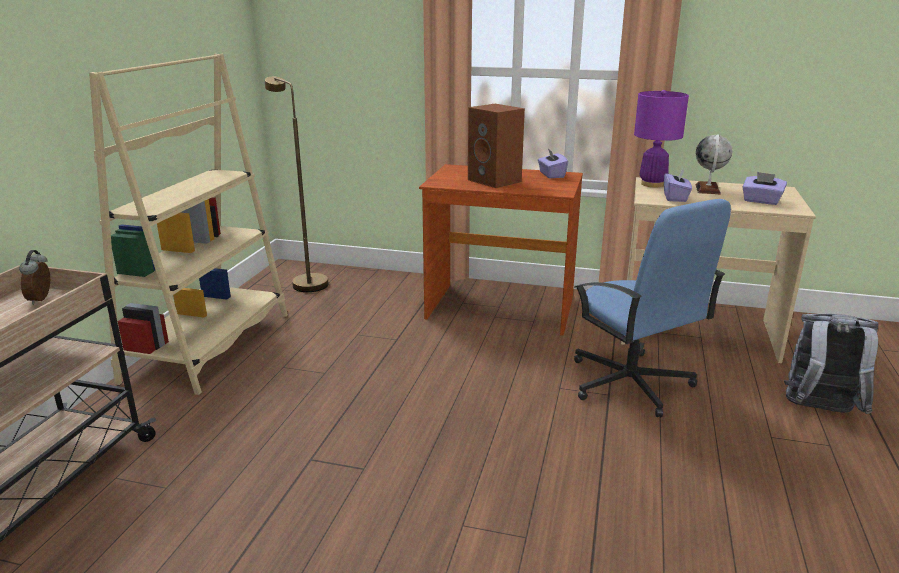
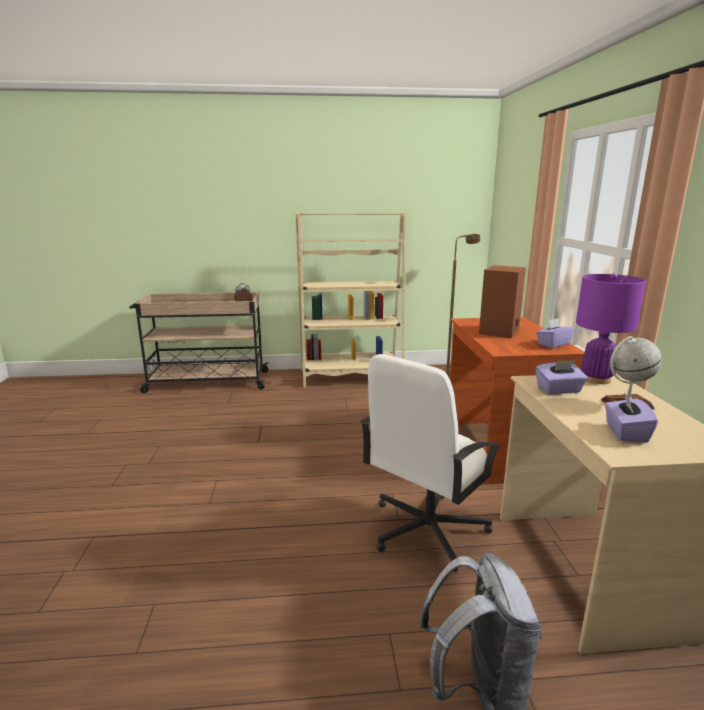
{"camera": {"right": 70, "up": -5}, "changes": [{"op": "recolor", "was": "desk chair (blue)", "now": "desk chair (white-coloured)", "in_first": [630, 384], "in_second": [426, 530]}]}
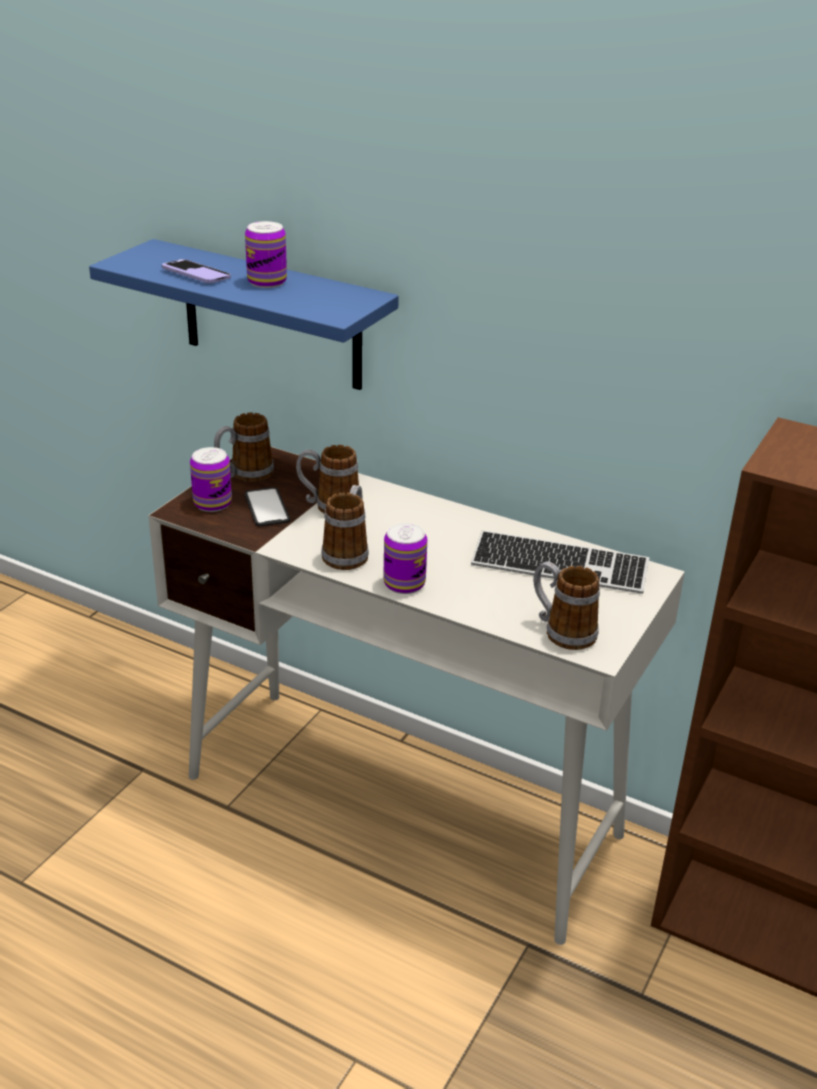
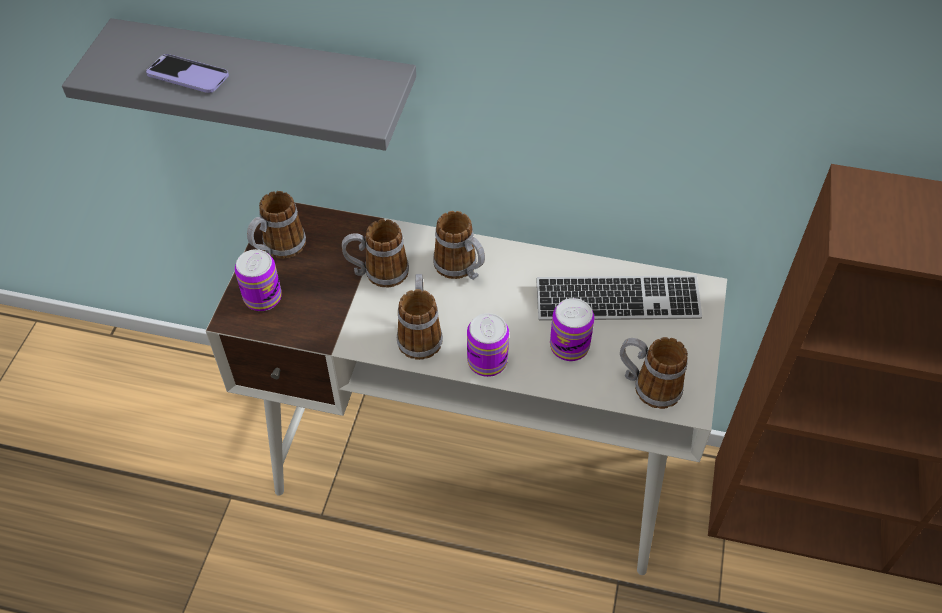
{"camera": {"right": -15, "up": 20}, "changes": [{"op": "recolor", "was": "wall shelf (blue)", "now": "wall shelf (grey)", "in_first": [271, 316], "in_second": [269, 86]}, {"op": "insert", "now": "mug", "in_second": [461, 269]}, {"op": "move", "was": "can", "in_first": [267, 282], "in_second": [569, 346]}, {"op": "delete", "was": "phone", "in_first": [267, 508]}]}
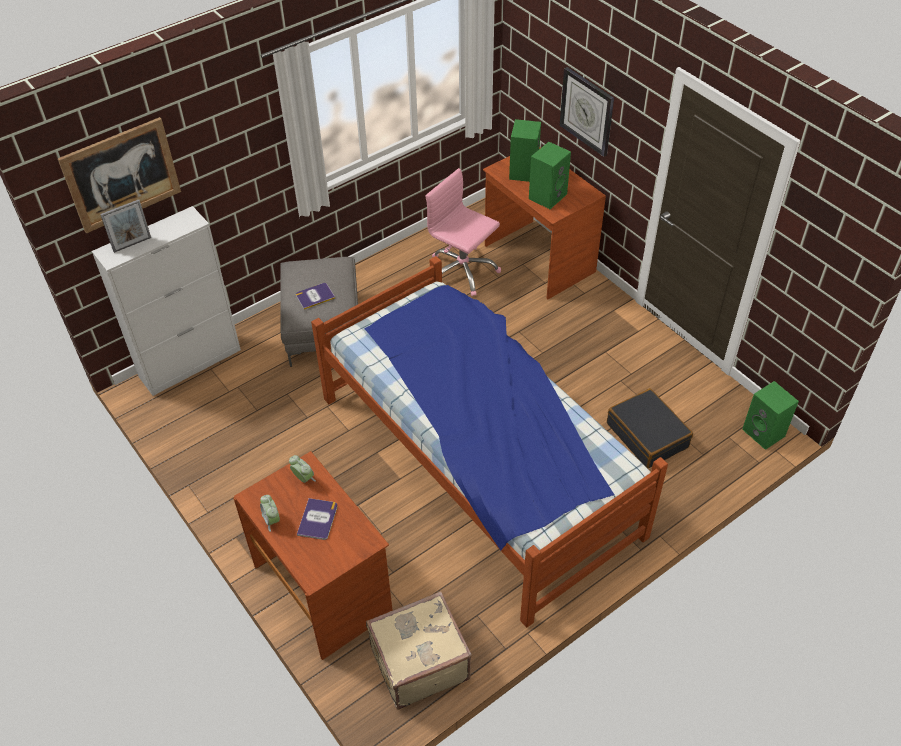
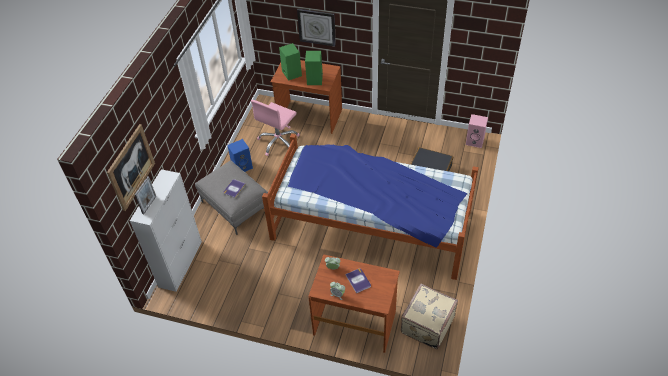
{"camera": {"right": -35, "up": 0}, "changes": [{"op": "insert", "now": "speaker (blue)", "in_second": [242, 166]}, {"op": "rotate", "was": "desk chair (pink-coloured)", "in_first": [462, 271], "in_second": [278, 142], "clockwise": -60}, {"op": "recolor", "was": "speaker (green)", "now": "speaker (pink-coloured)", "in_first": [764, 433], "in_second": [475, 141]}]}
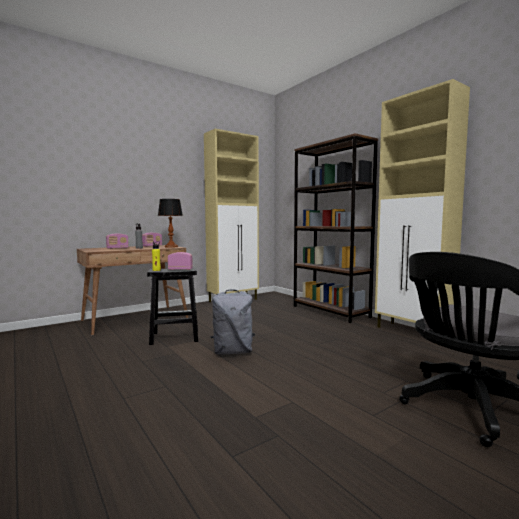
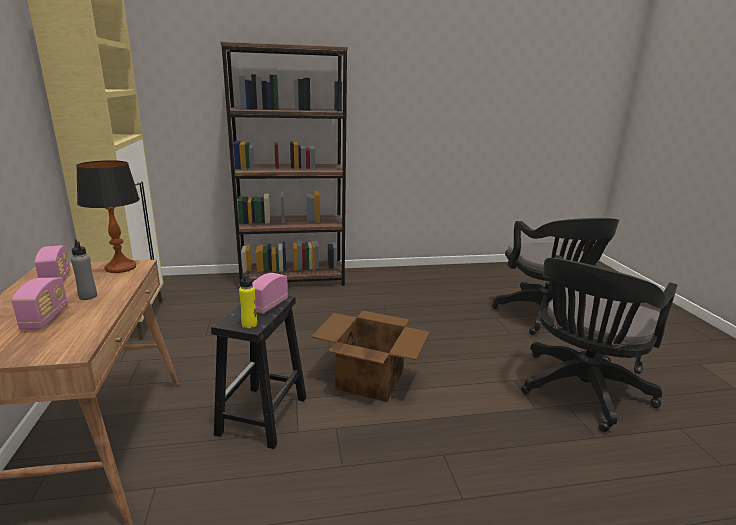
{"camera": {"right": -65, "up": 15}, "changes": [{"op": "replace", "was": "backpack (grey)", "now": "cardboard box", "in_first": [233, 351], "in_second": [369, 379]}, {"op": "insert", "now": "desk chair (black-coloured)", "in_second": [580, 391]}, {"op": "delete", "was": "cabinet (beige)", "in_first": [413, 333]}]}
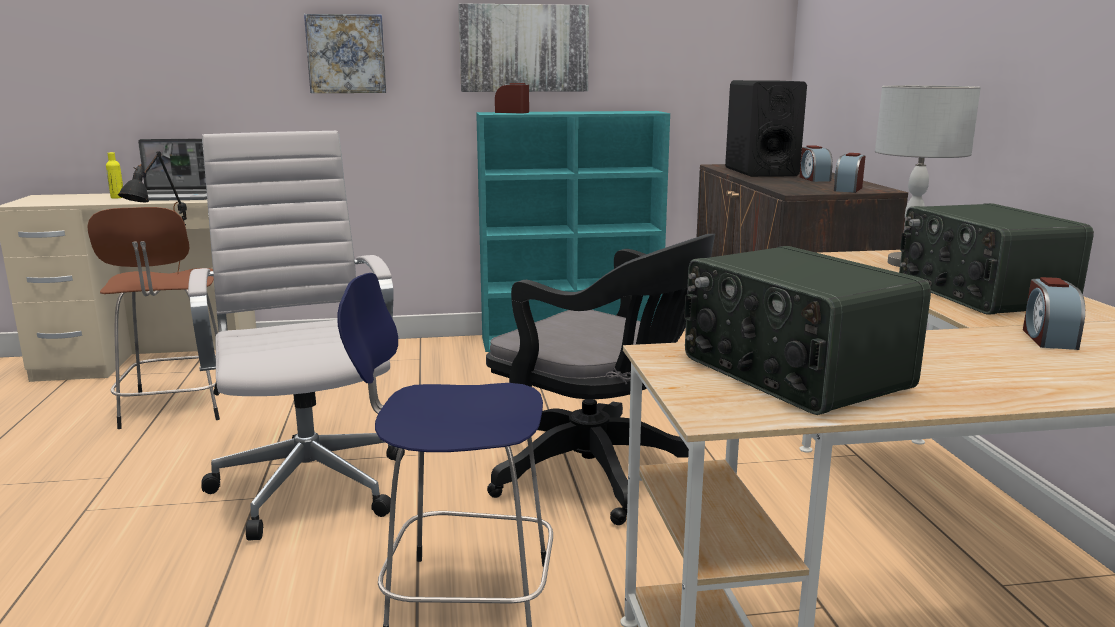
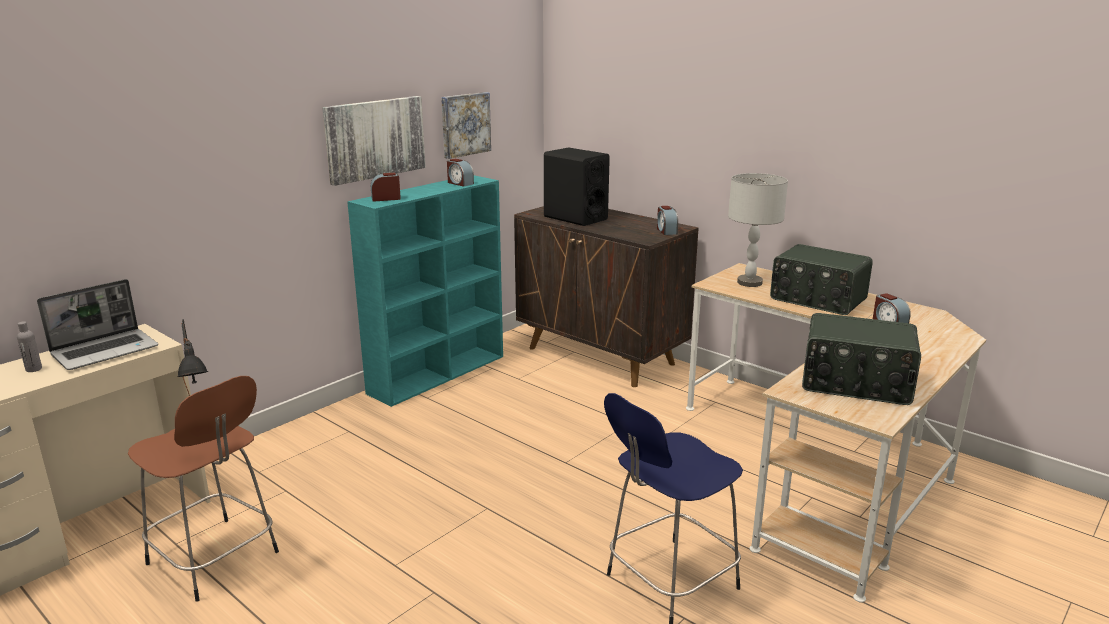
{"camera": {"right": -40, "up": 5}, "changes": [{"op": "recolor", "was": "beverage bottle (yellow)", "now": "beverage bottle (grey)", "in_first": [117, 197], "in_second": [34, 369]}, {"op": "move", "was": "wall art", "in_first": [346, 54], "in_second": [464, 124]}, {"op": "move", "was": "alarm clock", "in_first": [814, 179], "in_second": [460, 183]}, {"op": "delete", "was": "desk chair (white-coloured)", "in_first": [310, 482]}, {"op": "delete", "was": "desk chair (black-coloured)", "in_first": [599, 474]}]}
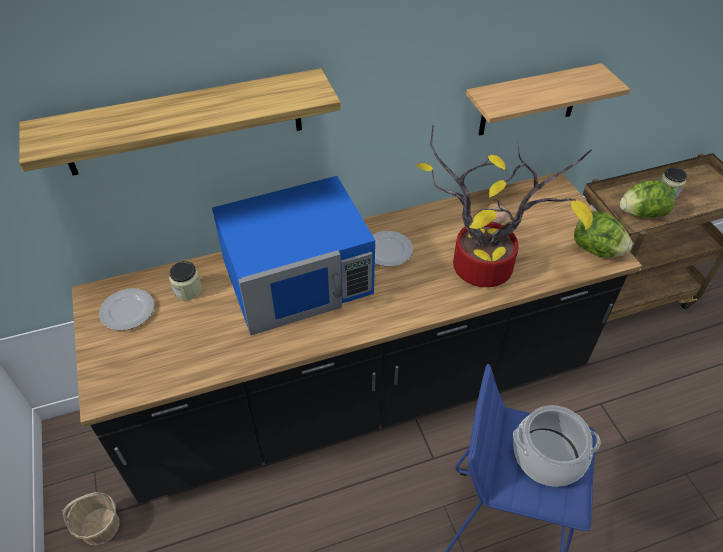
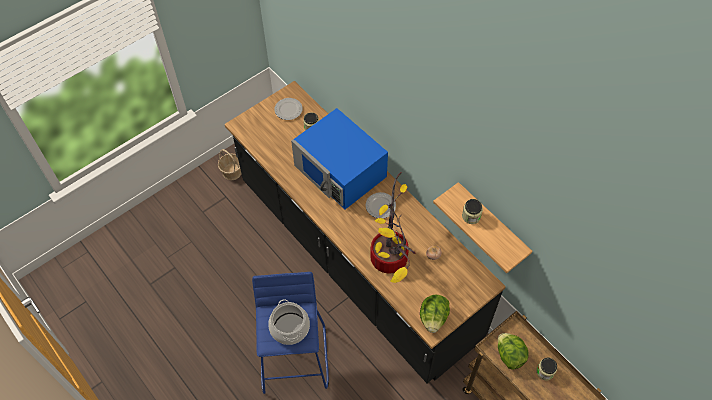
{"camera": {"right": 70, "up": 10}, "changes": [{"op": "insert", "now": "jar", "in_second": [471, 216]}, {"op": "delete", "was": "wall shelf", "in_first": [184, 123]}]}
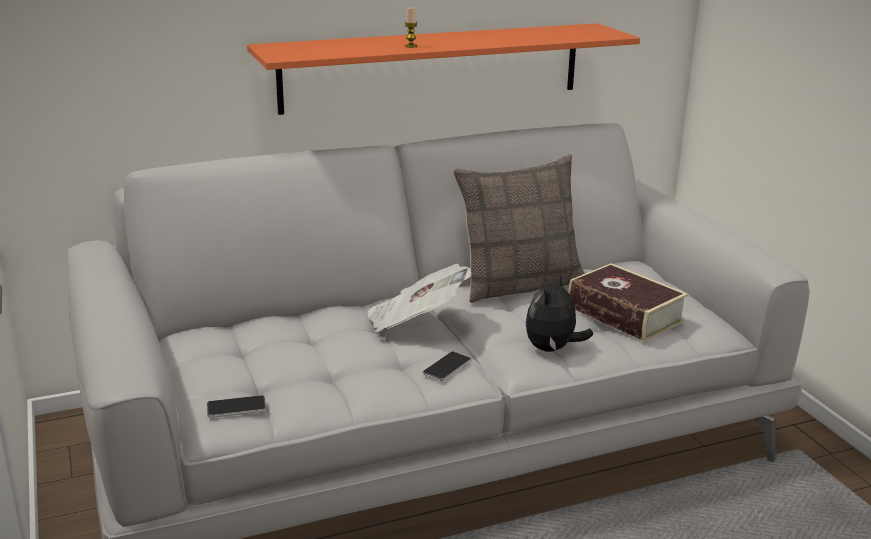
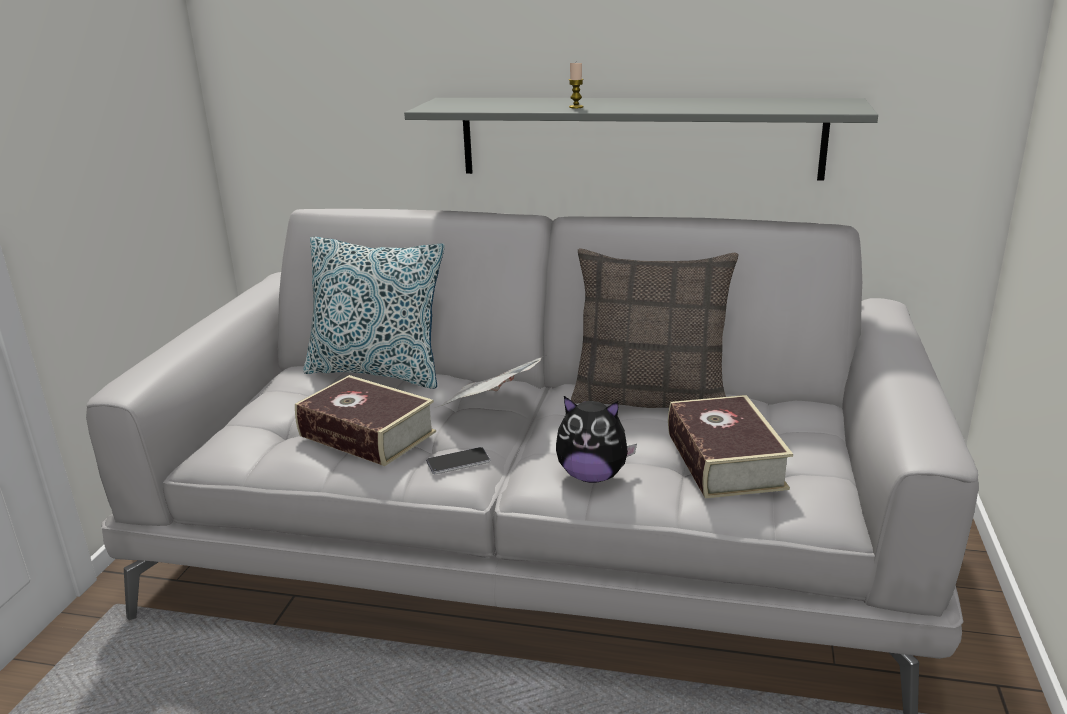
{"camera": {"right": 35, "up": 0}, "changes": [{"op": "insert", "now": "book", "in_second": [367, 434]}, {"op": "insert", "now": "pillow", "in_second": [378, 372]}, {"op": "recolor", "was": "wall shelf (orange)", "now": "wall shelf (grey)", "in_first": [433, 67], "in_second": [638, 137]}, {"op": "rotate", "was": "soft toy", "in_first": [552, 349], "in_second": [592, 476], "clockwise": -135}, {"op": "delete", "was": "phone", "in_first": [236, 407]}]}
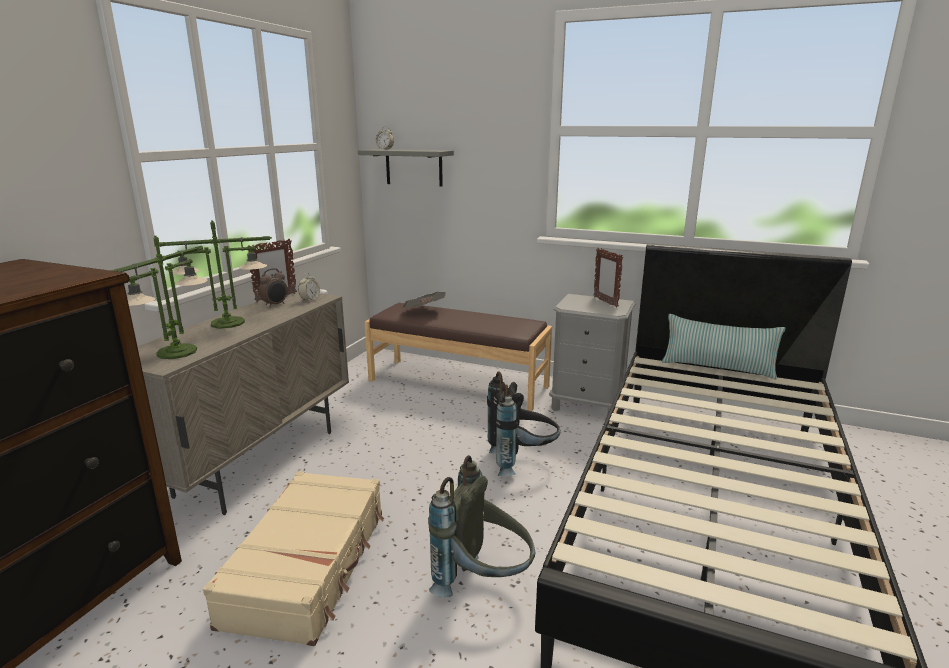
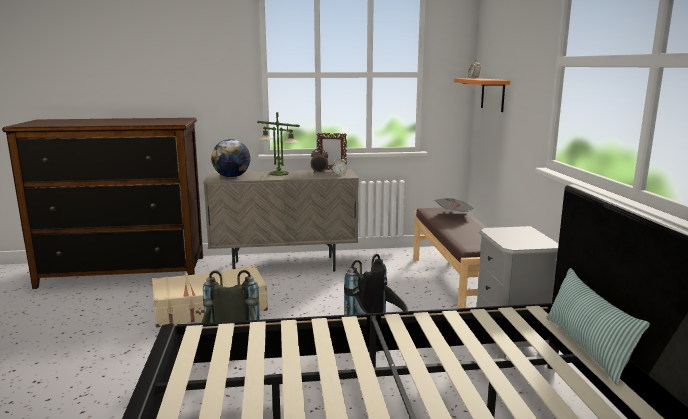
{"camera": {"right": 60, "up": -5}, "changes": [{"op": "replace", "was": "lamp for a table", "now": "world globe", "in_first": [177, 352], "in_second": [231, 177]}, {"op": "recolor", "was": "wall shelf (grey)", "now": "wall shelf (orange)", "in_first": [414, 167], "in_second": [493, 94]}, {"op": "delete", "was": "picture frame", "in_first": [605, 302]}]}
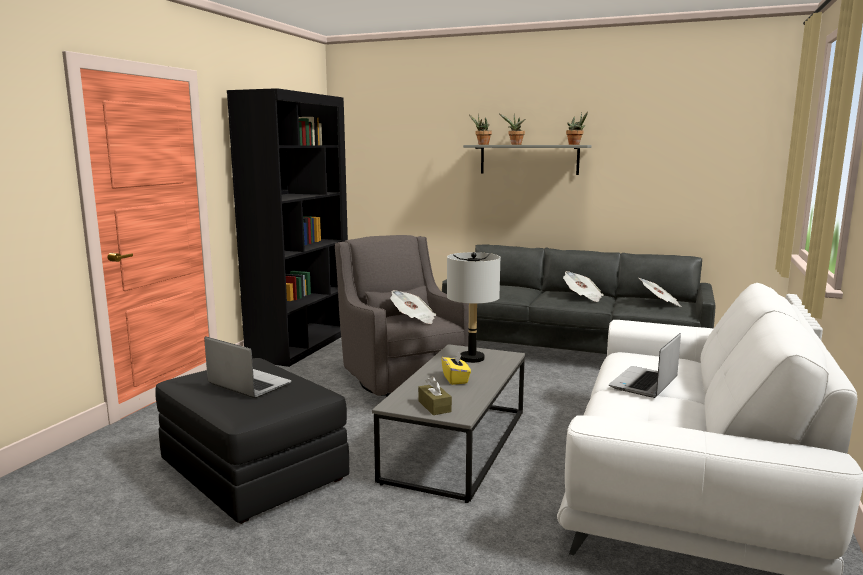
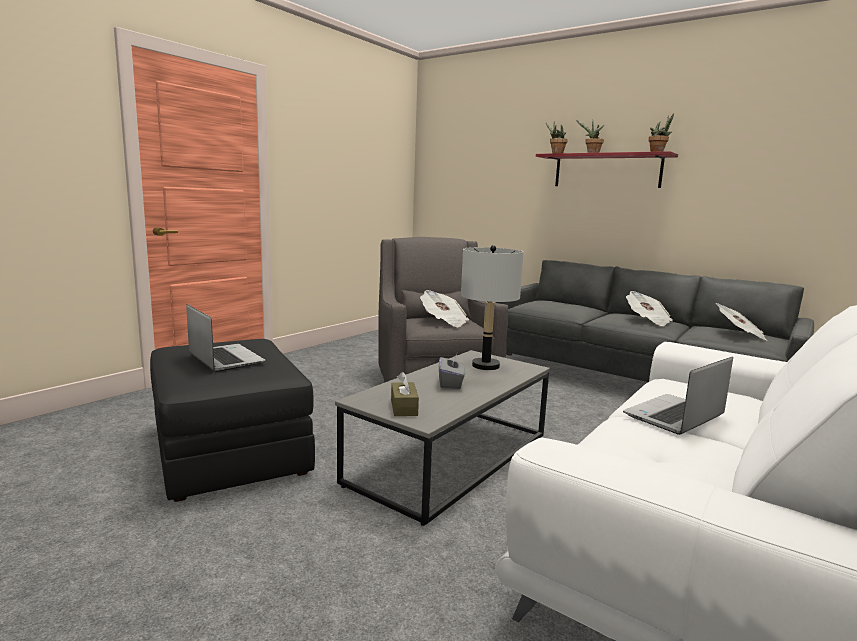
{"camera": {"right": 15, "up": 0}, "changes": [{"op": "recolor", "was": "tissue box (yellow)", "now": "tissue box (grey)", "in_first": [456, 379], "in_second": [451, 383]}, {"op": "recolor", "was": "wall shelf (grey)", "now": "wall shelf (red-coloured)", "in_first": [529, 159], "in_second": [607, 171]}, {"op": "delete", "was": "bookshelf (black-coloured)", "in_first": [301, 345]}]}
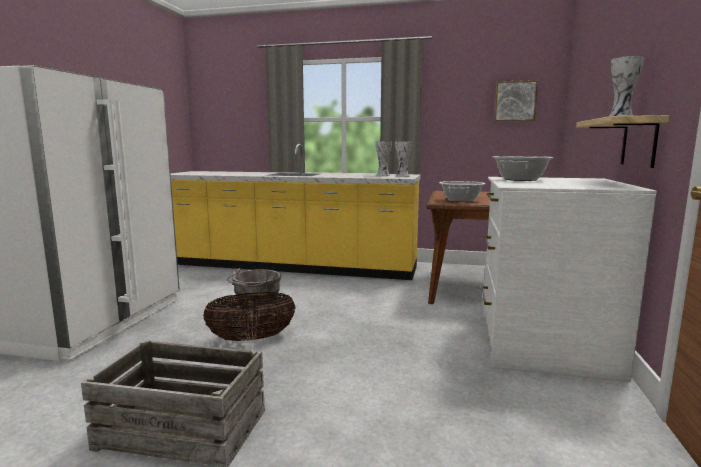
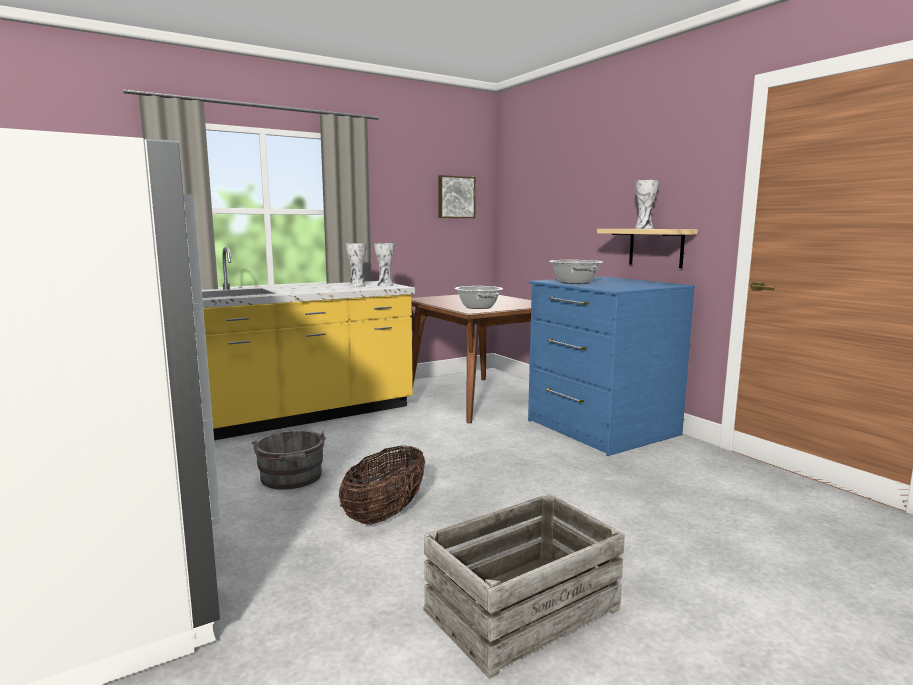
{"camera": {"right": -45, "up": 0}, "changes": [{"op": "recolor", "was": "dresser (white-coloured)", "now": "dresser (blue)", "in_first": [542, 344], "in_second": [600, 428]}]}
